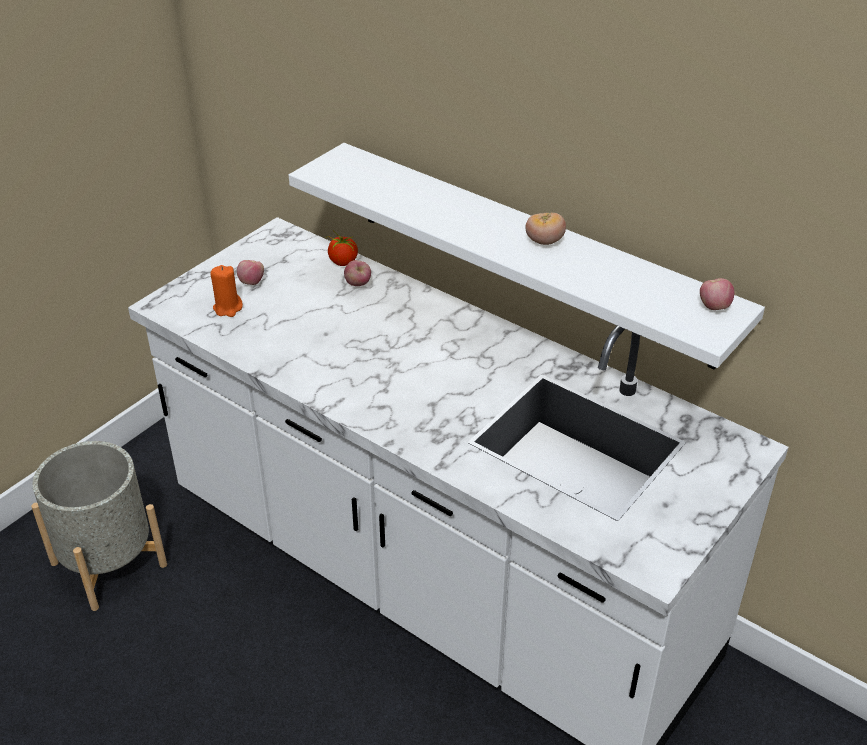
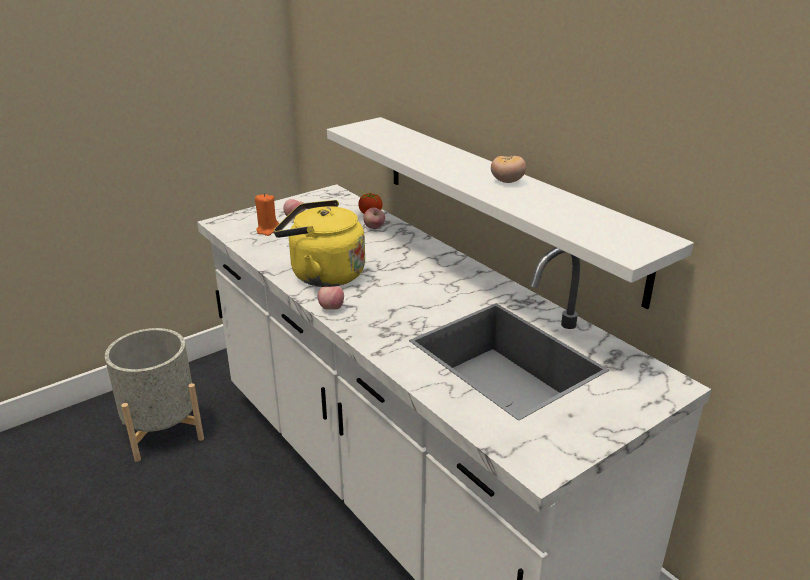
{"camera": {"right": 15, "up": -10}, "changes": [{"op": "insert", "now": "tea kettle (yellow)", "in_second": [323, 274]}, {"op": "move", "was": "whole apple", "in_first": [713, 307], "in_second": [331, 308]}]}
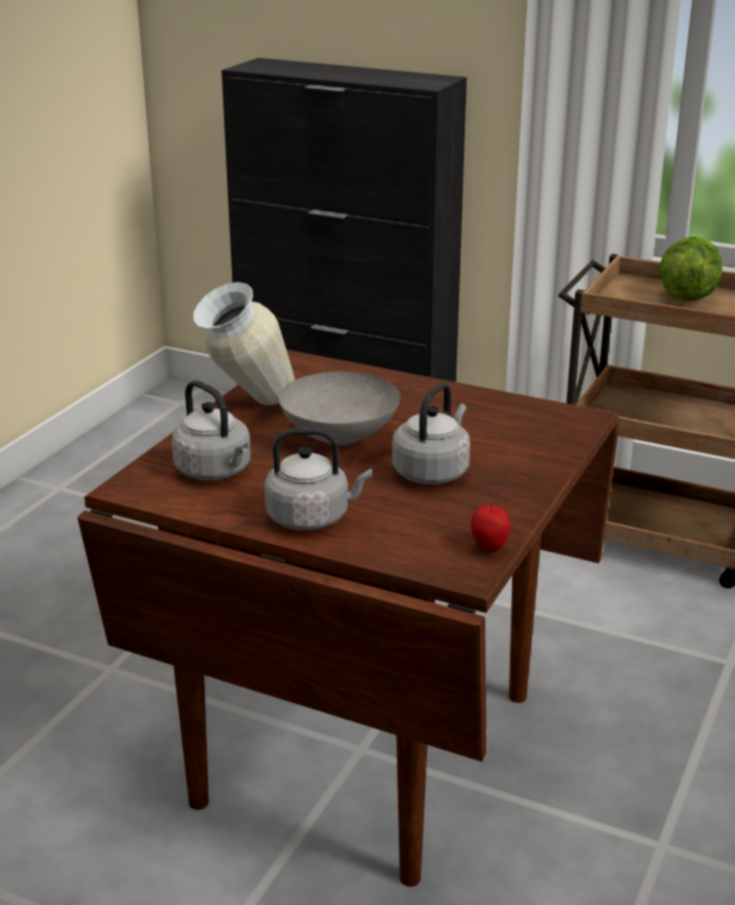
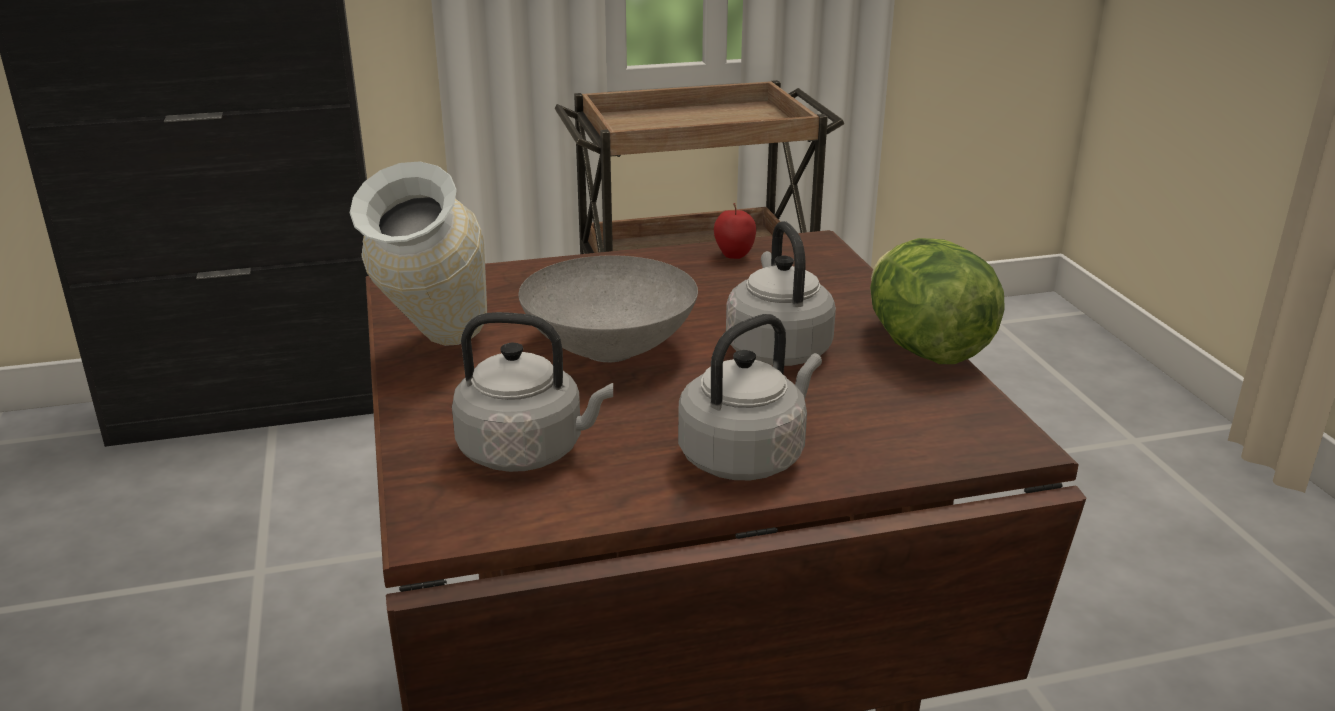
{"camera": {"right": -40, "up": 0}, "changes": [{"op": "move", "was": "whole apple", "in_first": [489, 548], "in_second": [734, 256]}, {"op": "move", "was": "head of lettuce", "in_first": [687, 295], "in_second": [925, 348]}]}
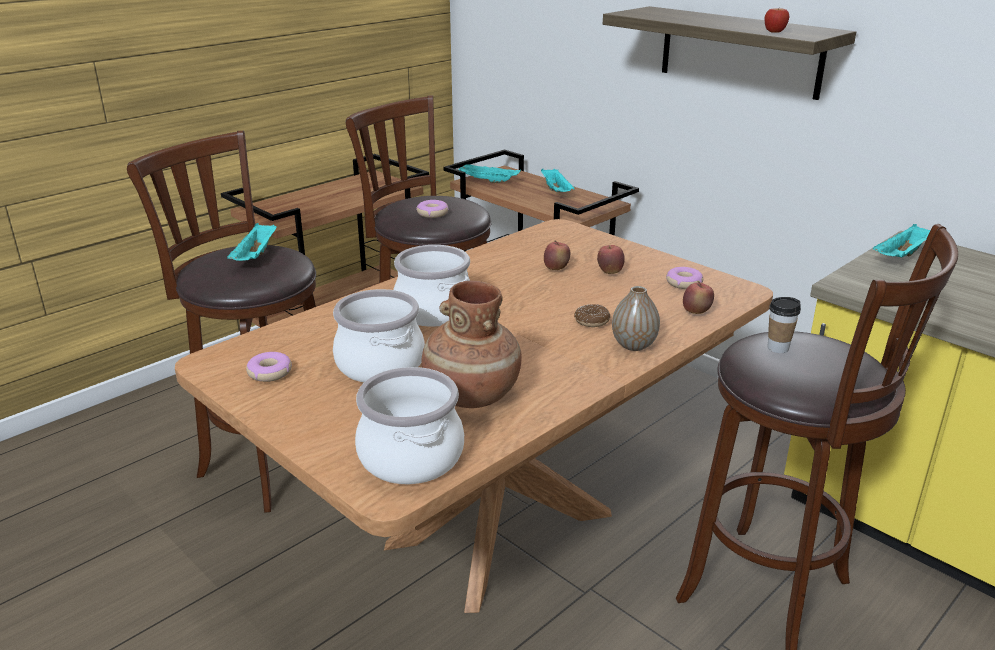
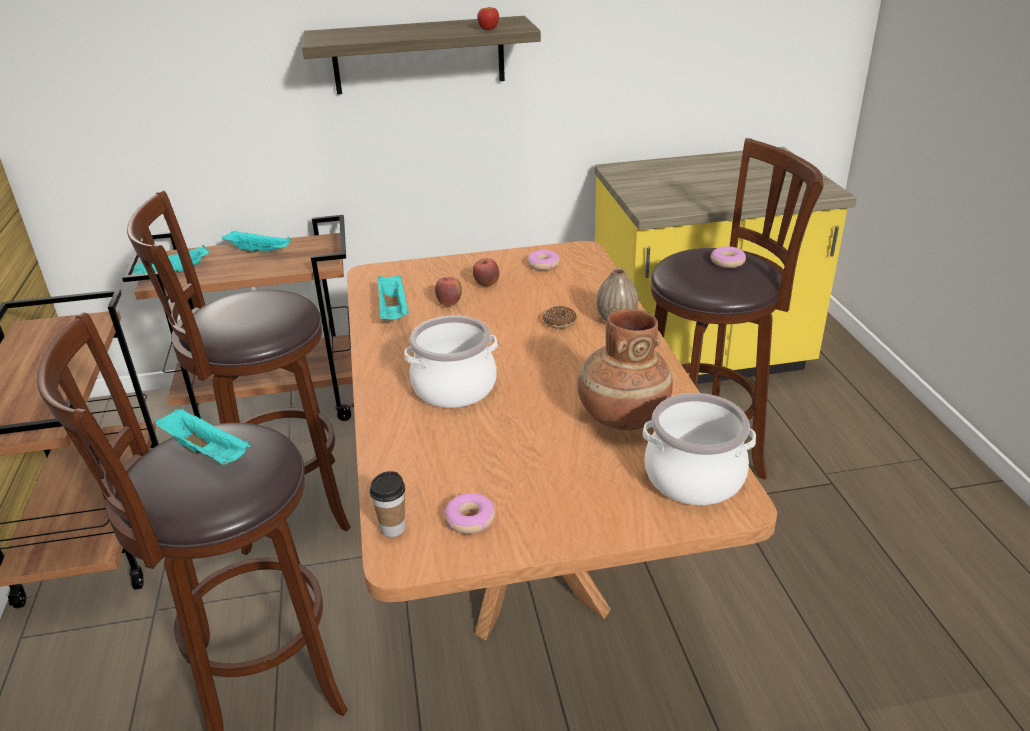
{"camera": {"right": -55, "up": 5}, "changes": [{"op": "move", "was": "small cup", "in_first": [778, 348], "in_second": [393, 528]}, {"op": "move", "was": "tray (turquoise-coloured)", "in_first": [901, 256], "in_second": [394, 311]}, {"op": "move", "was": "ring doughnut", "in_first": [432, 213], "in_second": [727, 262]}, {"op": "delete", "was": "saucepot", "in_first": [379, 364]}, {"op": "delete", "was": "whole apple", "in_first": [696, 312]}]}
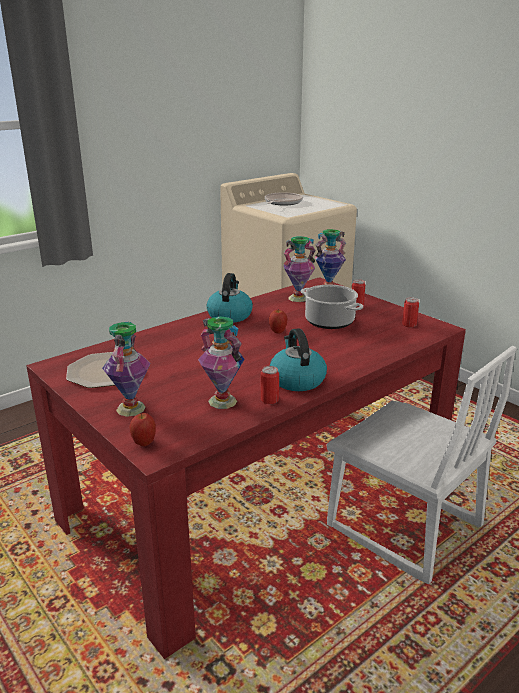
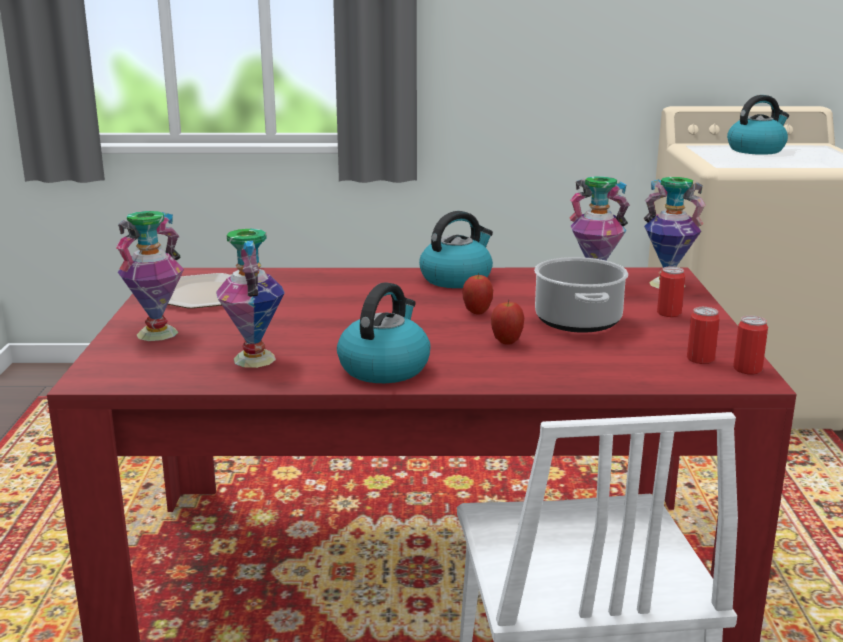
{"camera": {"right": 40, "up": -5}, "changes": [{"op": "move", "was": "whole apple", "in_first": [144, 443], "in_second": [506, 342]}, {"op": "replace", "was": "pan", "now": "tea kettle", "in_first": [282, 203], "in_second": [756, 150]}, {"op": "move", "was": "can", "in_first": [269, 400], "in_second": [747, 369]}]}
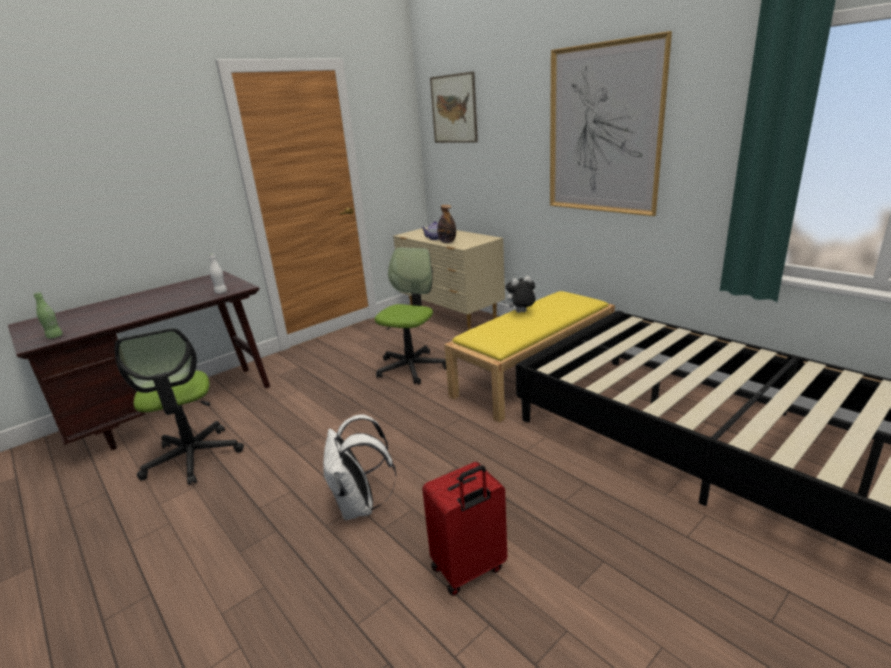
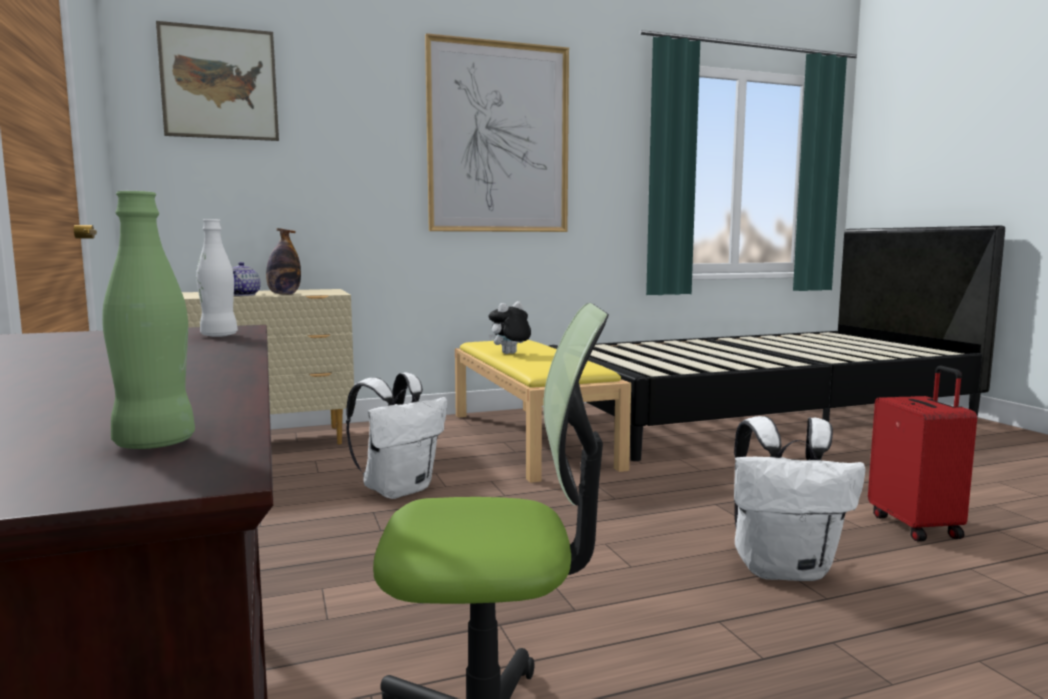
{"camera": {"right": -70, "up": -15}, "changes": [{"op": "replace", "was": "desk chair", "now": "backpack (white-coloured)", "in_first": [411, 368], "in_second": [399, 489]}, {"op": "rotate", "was": "soft toy", "in_first": [521, 313], "in_second": [510, 354], "clockwise": 45}]}
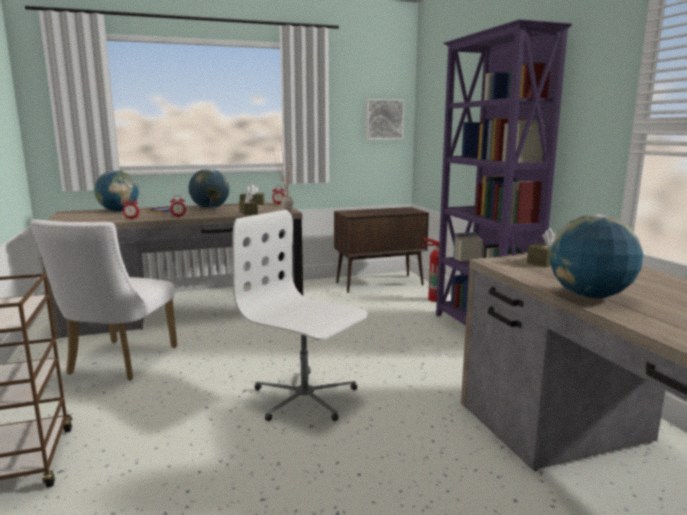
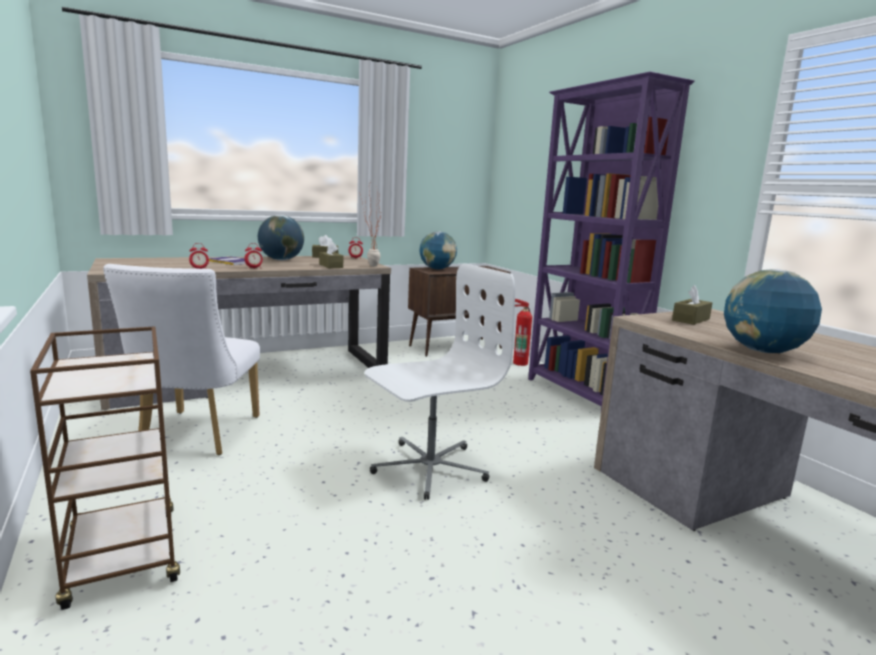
{"camera": {"right": -10, "up": 0}, "changes": [{"op": "rotate", "was": "desk chair (white-coloured)", "in_first": [304, 398], "in_second": [429, 467], "clockwise": 120}, {"op": "move", "was": "world globe", "in_first": [119, 211], "in_second": [437, 269]}, {"op": "delete", "was": "wall art", "in_first": [383, 119]}]}
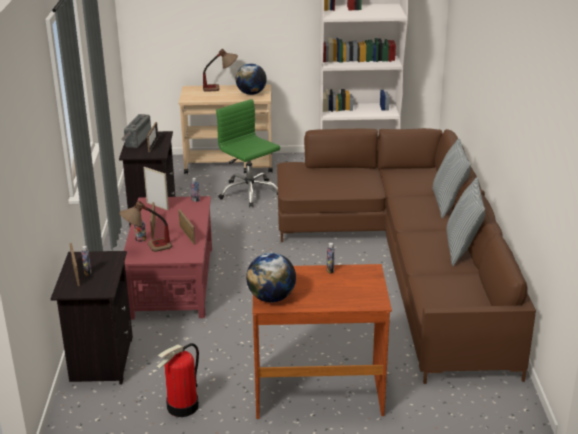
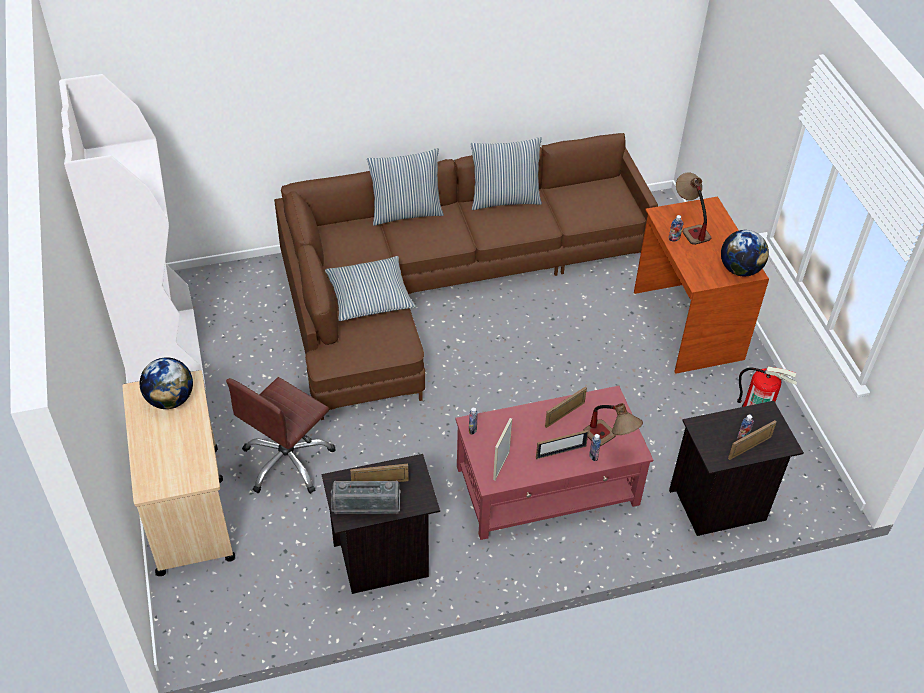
{"camera": {"right": -105, "up": 20}, "changes": [{"op": "recolor", "was": "desk chair (green)", "now": "desk chair (brownish)", "in_first": [249, 193], "in_second": [288, 461]}, {"op": "insert", "now": "pillow", "in_second": [369, 296]}, {"op": "move", "was": "lamp for a table", "in_first": [220, 88], "in_second": [689, 226]}]}
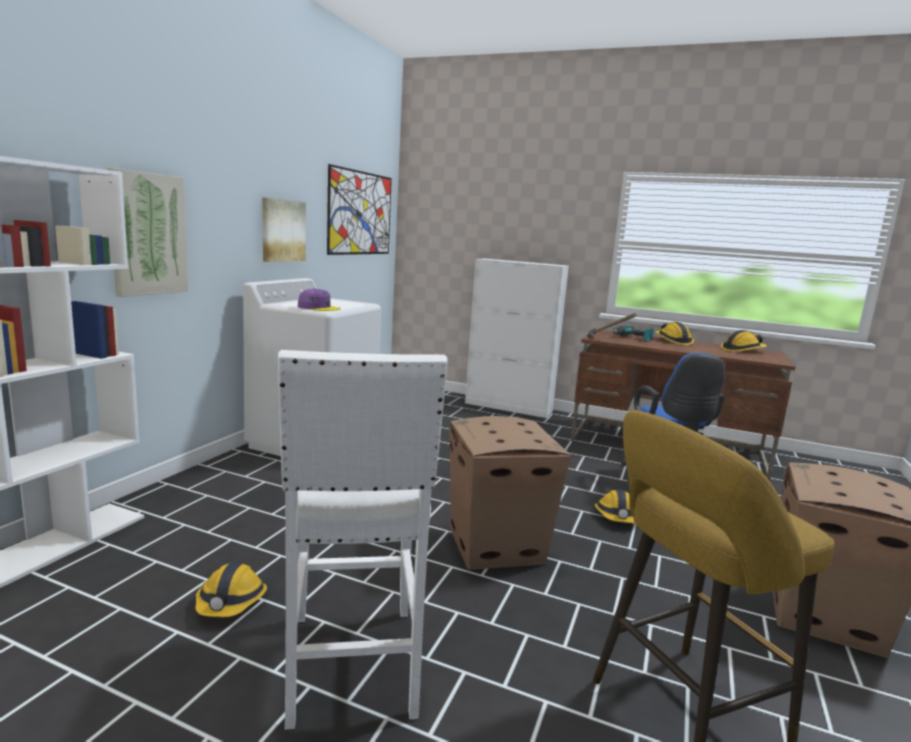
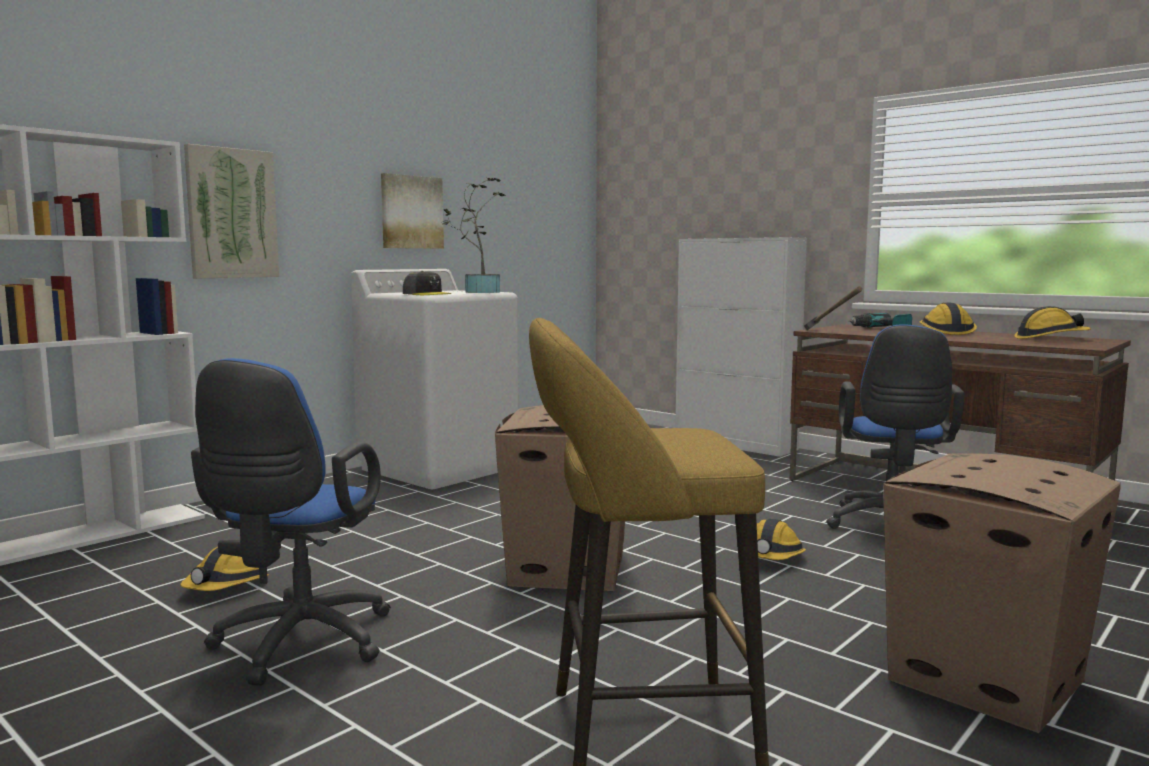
{"camera": {"right": 20, "up": -5}, "changes": [{"op": "replace", "was": "stool (white-coloured)", "now": "desk chair (blue)", "in_first": [352, 666], "in_second": [298, 646]}, {"op": "recolor", "was": "baseball cap (purplish)", "now": "baseball cap (grey)", "in_first": [318, 308], "in_second": [426, 294]}, {"op": "insert", "now": "plant in a pot", "in_second": [478, 292]}, {"op": "delete", "was": "wall art", "in_first": [360, 213]}]}
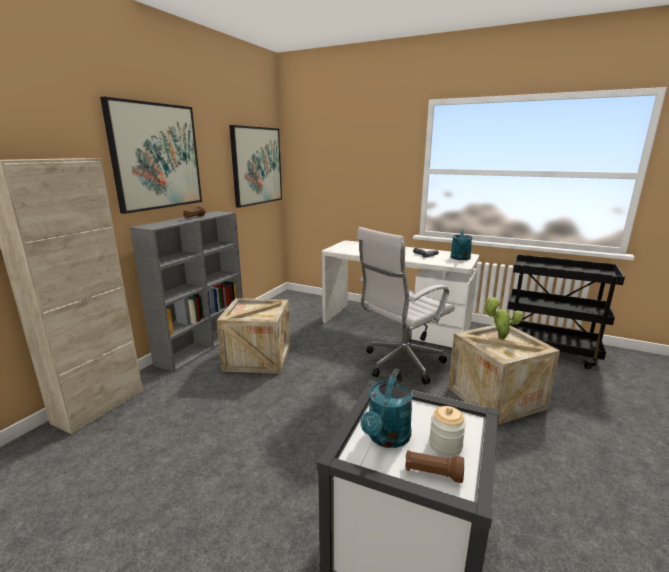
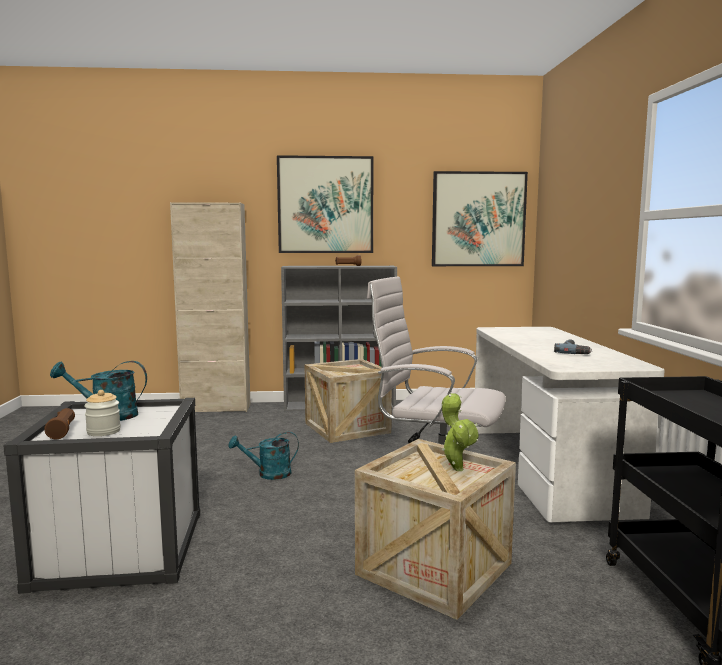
{"camera": {"right": 60, "up": -10}, "changes": [{"op": "move", "was": "sprinkling can (turquoise-coloured)", "in_first": [460, 258], "in_second": [268, 474]}]}
